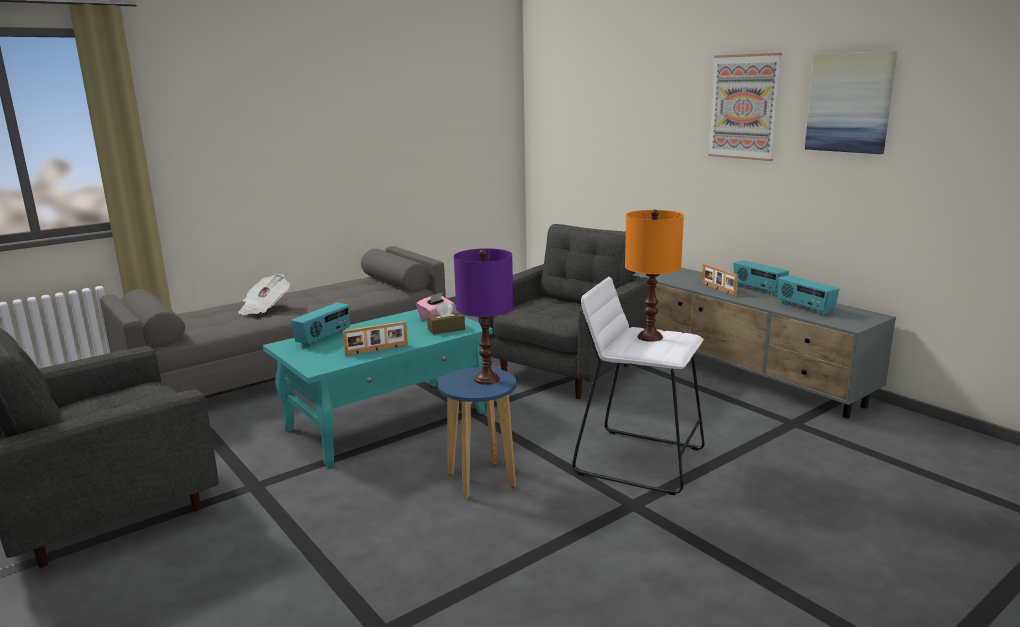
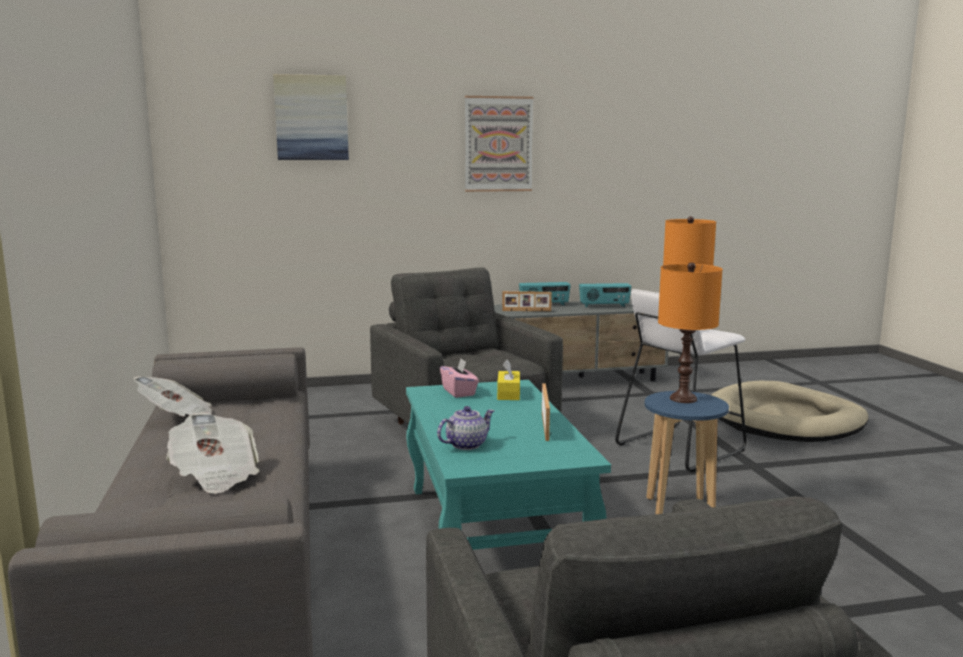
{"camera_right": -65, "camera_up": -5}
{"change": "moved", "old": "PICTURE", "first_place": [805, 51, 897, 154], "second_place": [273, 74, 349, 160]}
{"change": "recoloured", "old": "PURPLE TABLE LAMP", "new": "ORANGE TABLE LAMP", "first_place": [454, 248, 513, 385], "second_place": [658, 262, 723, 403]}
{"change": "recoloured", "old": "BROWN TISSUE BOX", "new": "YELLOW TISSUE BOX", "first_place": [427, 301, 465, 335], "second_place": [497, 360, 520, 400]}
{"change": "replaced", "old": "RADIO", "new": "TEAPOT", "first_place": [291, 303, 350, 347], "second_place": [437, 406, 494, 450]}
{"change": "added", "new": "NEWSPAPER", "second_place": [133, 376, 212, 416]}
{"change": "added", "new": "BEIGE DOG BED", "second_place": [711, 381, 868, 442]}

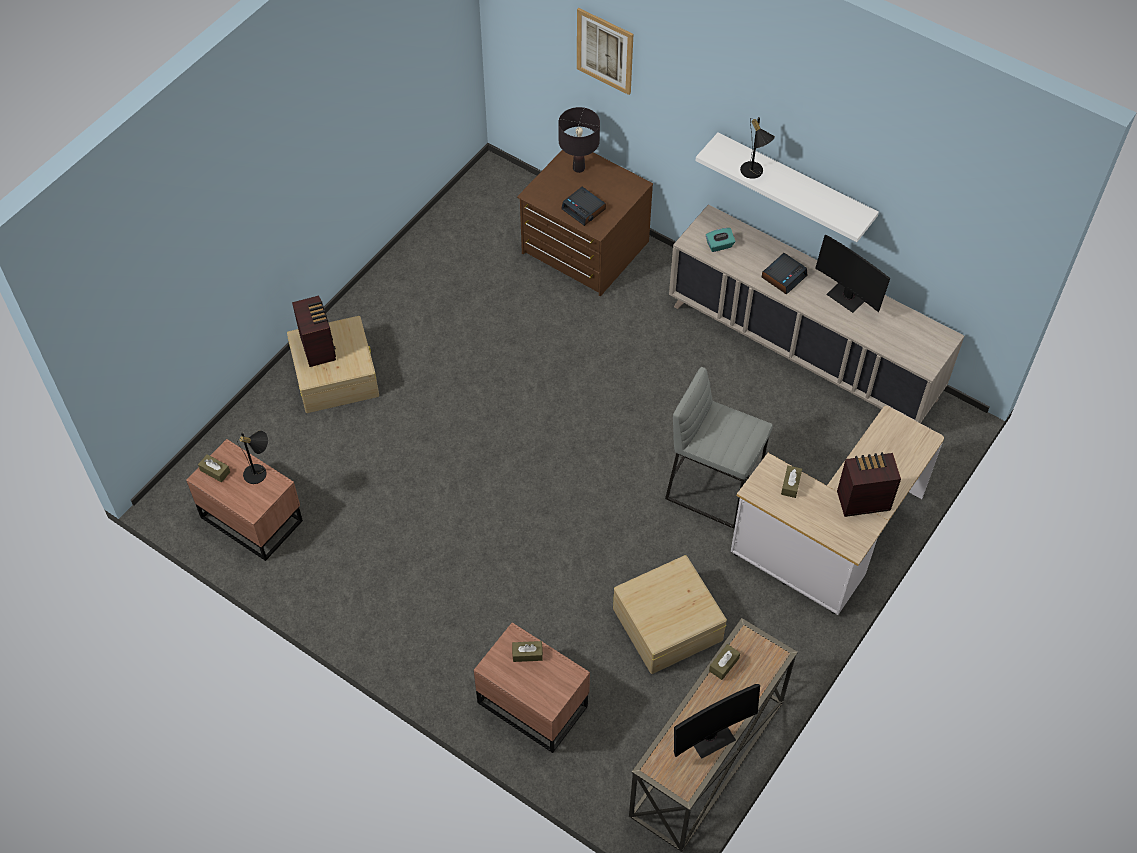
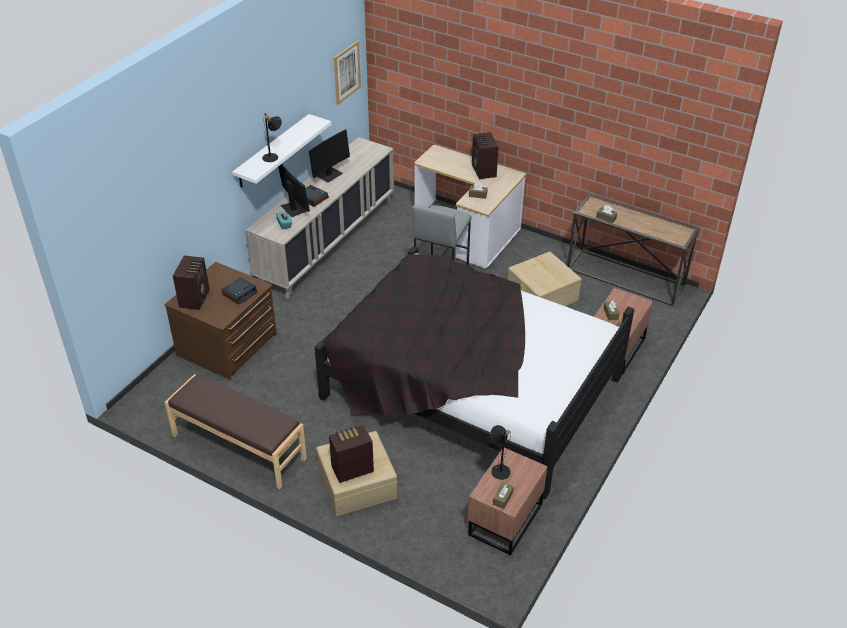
{"camera_right": -95, "camera_up": -15}
{"change": "moved", "old": "PICTURE", "first_place": [577, 8, 633, 95], "second_place": [334, 40, 361, 105]}
{"change": "replaced", "old": "BLACK TABLE LAMP", "new": "RADIO", "first_place": [558, 107, 600, 173], "second_place": [173, 256, 210, 310]}
{"change": "moved", "old": "MONITOR", "first_place": [674, 684, 760, 759], "second_place": [278, 164, 310, 217]}
{"change": "added", "new": "BLACK BED", "second_place": [315, 246, 634, 500]}
{"change": "added", "new": "BROWN BENCH", "second_place": [165, 374, 307, 489]}

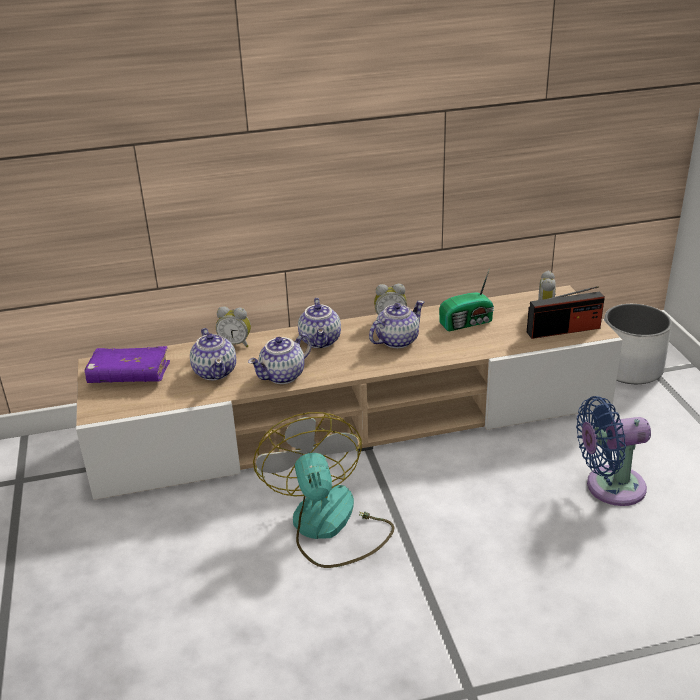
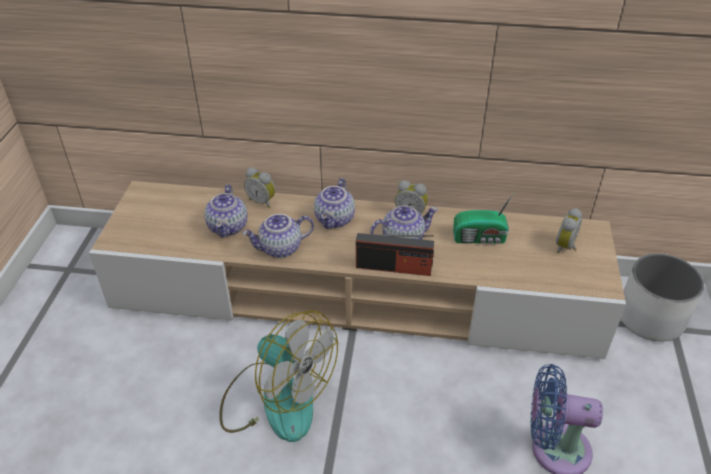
{"camera_right": 20, "camera_up": 10}
{"change": "moved", "old": "RADIO", "first_place": [527, 286, 605, 339], "second_place": [356, 233, 434, 276]}
{"change": "removed", "old": "PURPLE BOOK", "first_place": [84, 346, 170, 383]}
{"change": "turned", "old": "FAN", "first_place": [253, 412, 395, 568], "second_place": [219, 310, 338, 442], "degrees": 120}

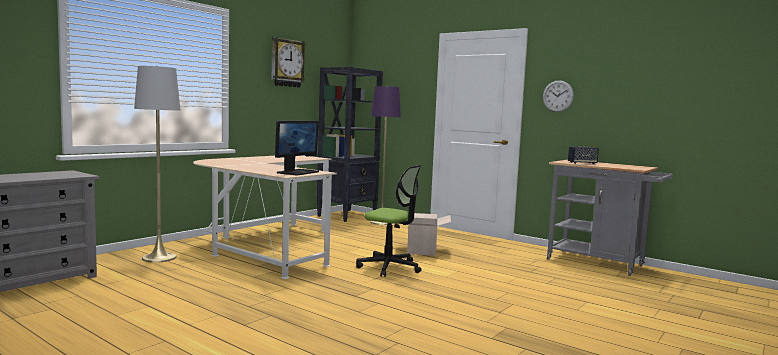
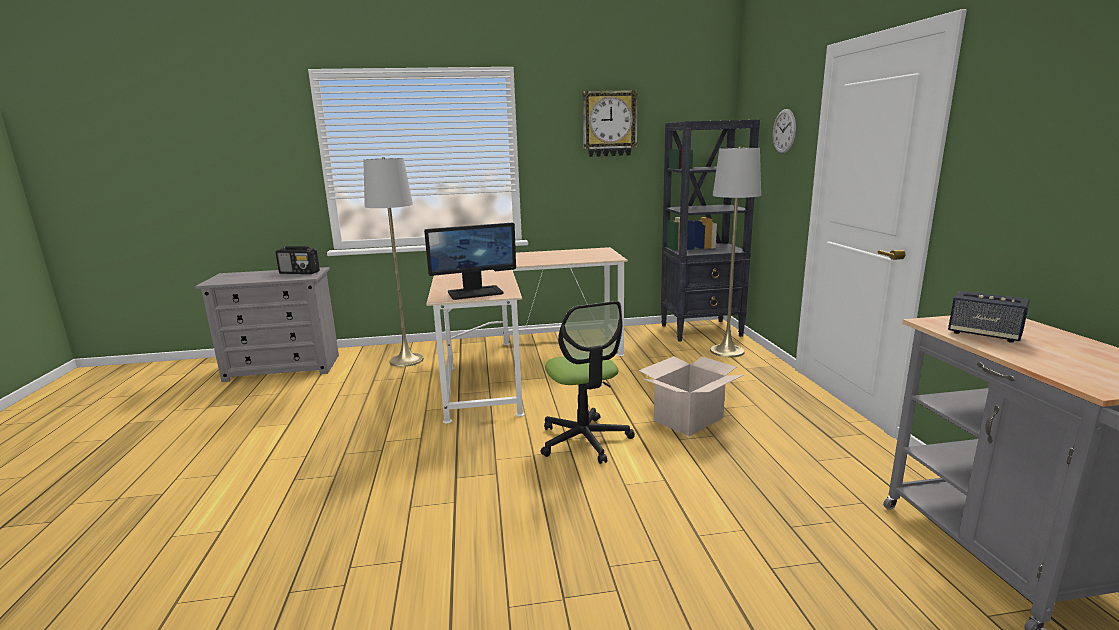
{"camera_right": 45, "camera_up": 10}
{"change": "moved", "old": "WALL CLOCK", "first_place": [543, 80, 574, 112], "second_place": [773, 109, 796, 154]}
{"change": "recoloured", "old": "PURPLE FLOOR LAMP", "new": "GREY FLOOR LAMP", "first_place": [370, 86, 401, 225], "second_place": [710, 147, 761, 357]}
{"change": "added", "new": "RADIO", "second_place": [275, 246, 320, 274]}

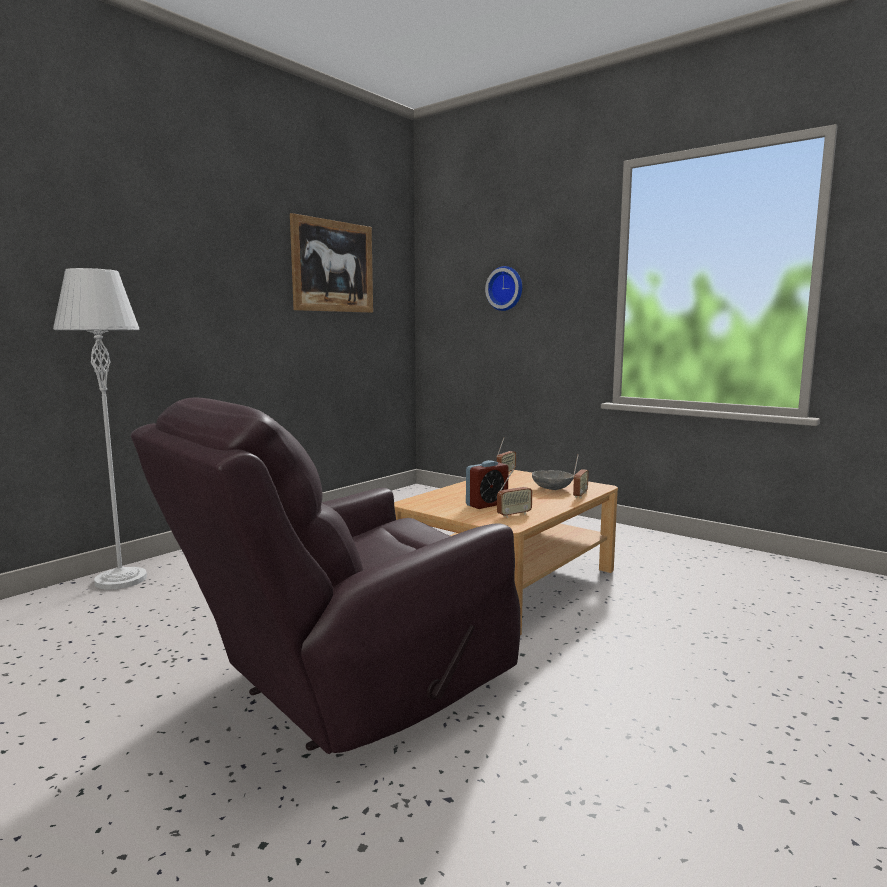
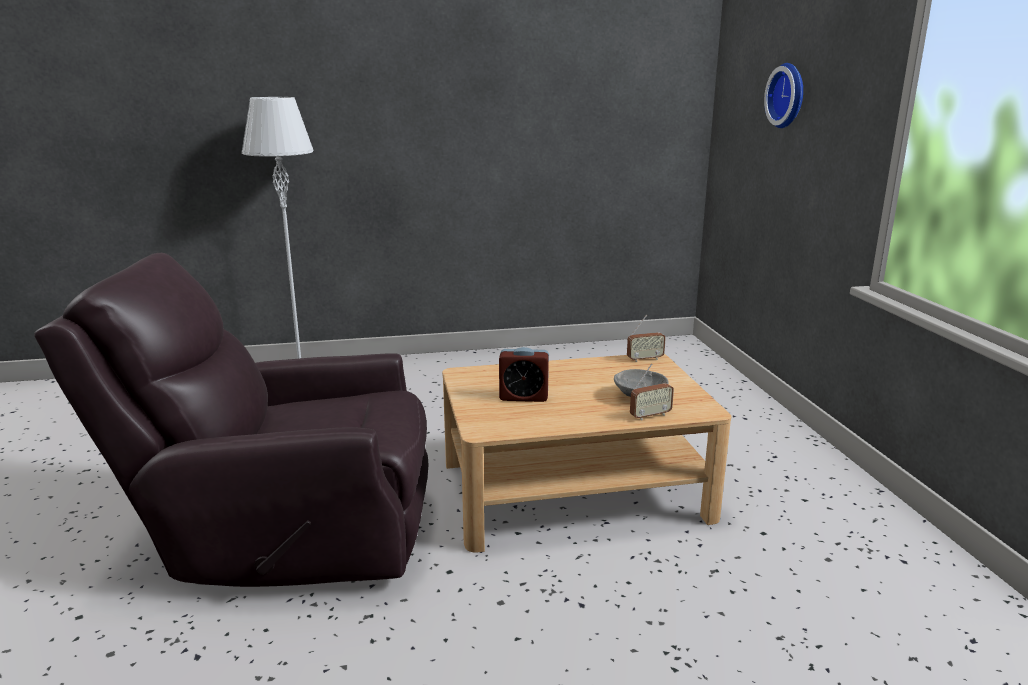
{"camera_right": 40, "camera_up": 10}
{"change": "removed", "old": "PICTURE", "first_place": [290, 213, 373, 313]}
{"change": "removed", "old": "RADIO", "first_place": [497, 469, 532, 518]}

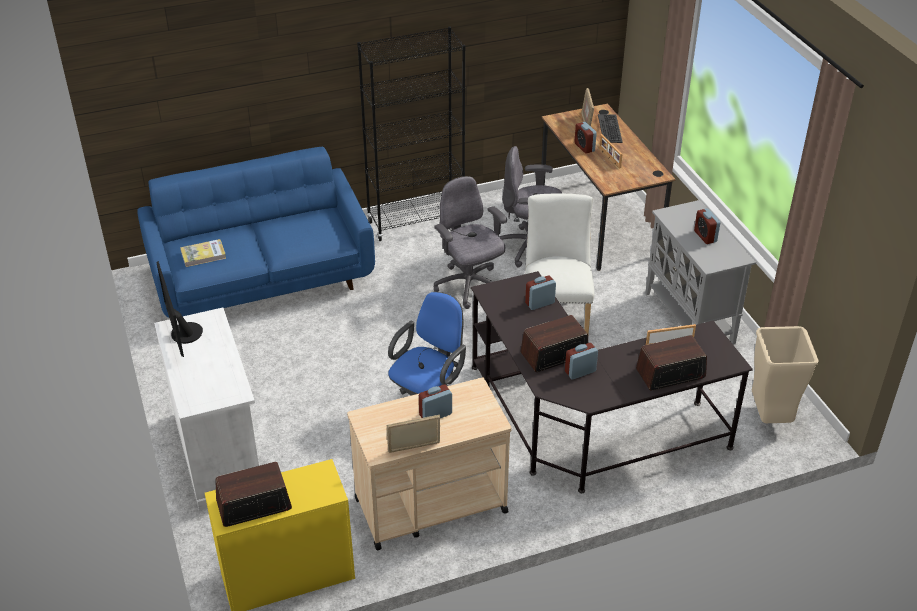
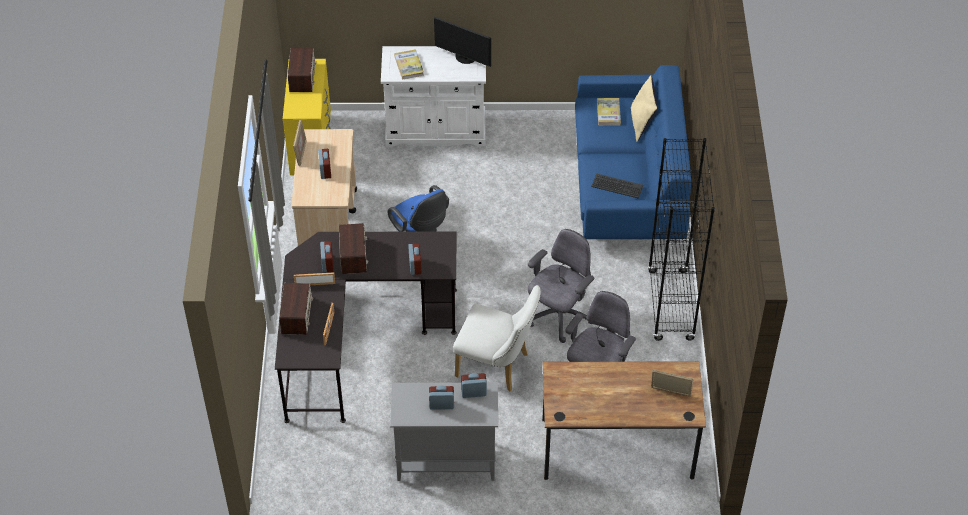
{"camera_right": 110, "camera_up": 10}
{"change": "moved", "old": "KEYBOARD", "first_place": [598, 114, 623, 143], "second_place": [591, 174, 643, 199]}
{"change": "moved", "old": "ALARM CLOCK", "first_place": [574, 122, 597, 154], "second_place": [461, 373, 487, 398]}
{"change": "moved", "old": "PICTURE FRAME", "first_place": [599, 134, 623, 169], "second_place": [294, 272, 335, 285]}
{"change": "turned", "old": "GREY OFFICE CHAIR", "first_place": [434, 176, 507, 309], "second_place": [528, 229, 594, 343], "degrees": -45}
{"change": "turned", "old": "MONITOR", "first_place": [157, 261, 203, 357], "second_place": [434, 16, 491, 67], "degrees": -150}
{"change": "removed", "old": "BEIGE TRASH CAN", "first_place": [752, 326, 819, 423]}
{"change": "added", "new": "BOOK", "second_place": [394, 49, 424, 80]}
{"change": "added", "new": "BEIGE PILLOW", "second_place": [631, 75, 658, 142]}

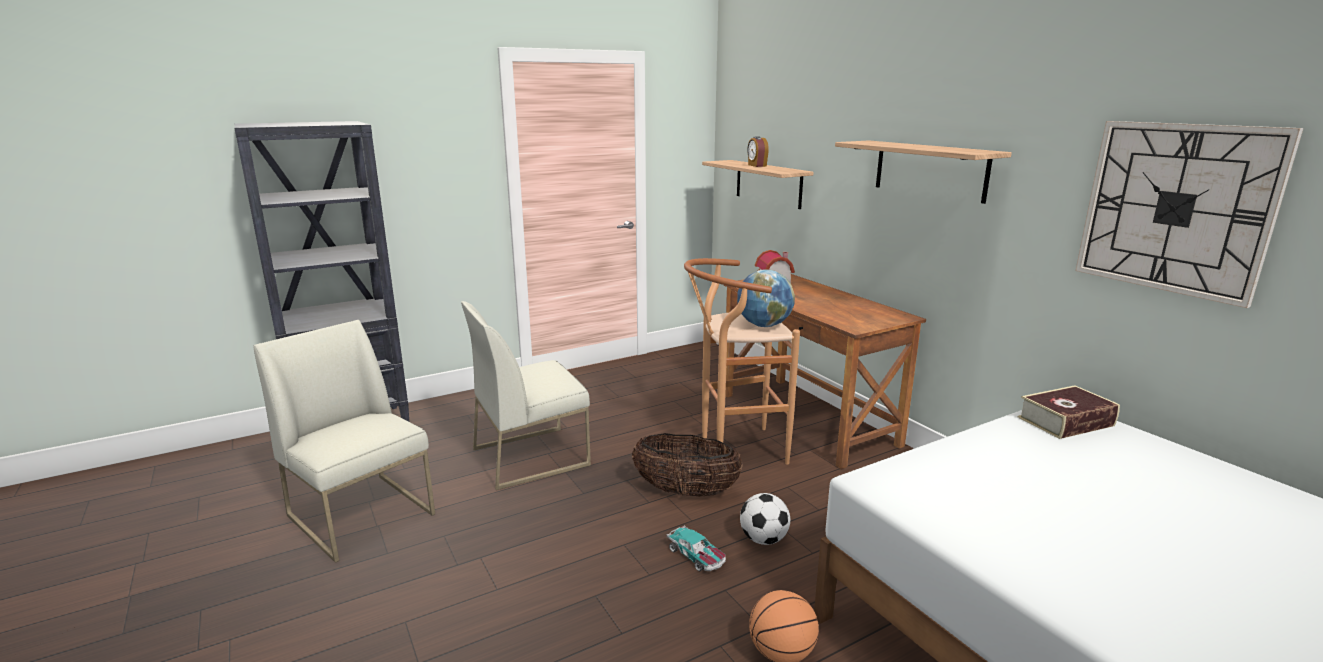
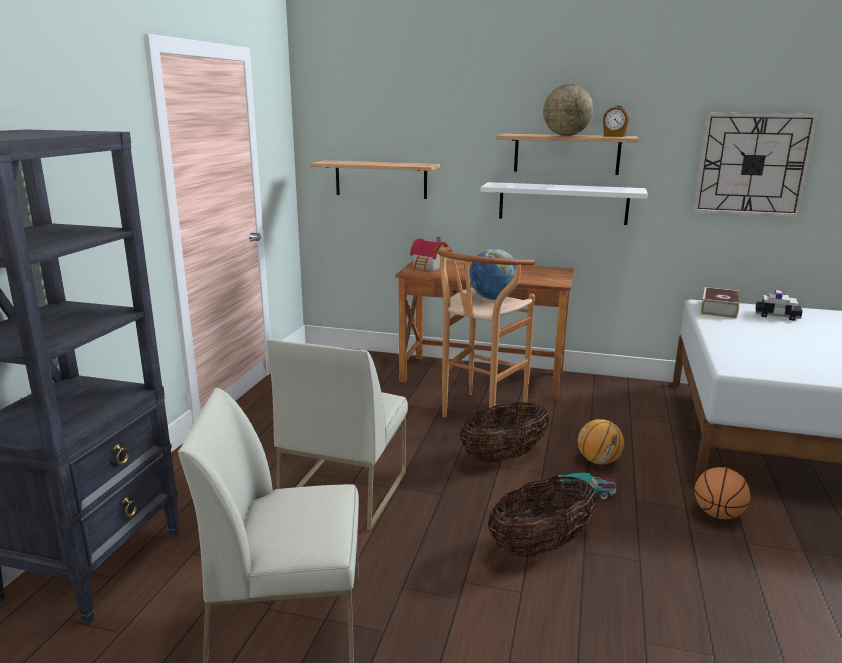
{"camera_right": -45, "camera_up": 0}
{"change": "moved", "old": "ALARM CLOCK", "first_place": [747, 136, 769, 167], "second_place": [603, 105, 630, 137]}
{"change": "replaced", "old": "FOOTBALL", "new": "BASKETBALL", "first_place": [740, 493, 790, 545], "second_place": [578, 419, 624, 465]}
{"change": "added", "new": "GLOBE", "second_place": [543, 84, 593, 136]}
{"change": "added", "new": "WHITE SHELF", "second_place": [481, 182, 648, 225]}
{"change": "added", "new": "TOY CAR", "second_place": [755, 289, 803, 321]}
{"change": "added", "new": "BASKET", "second_place": [488, 476, 597, 557]}

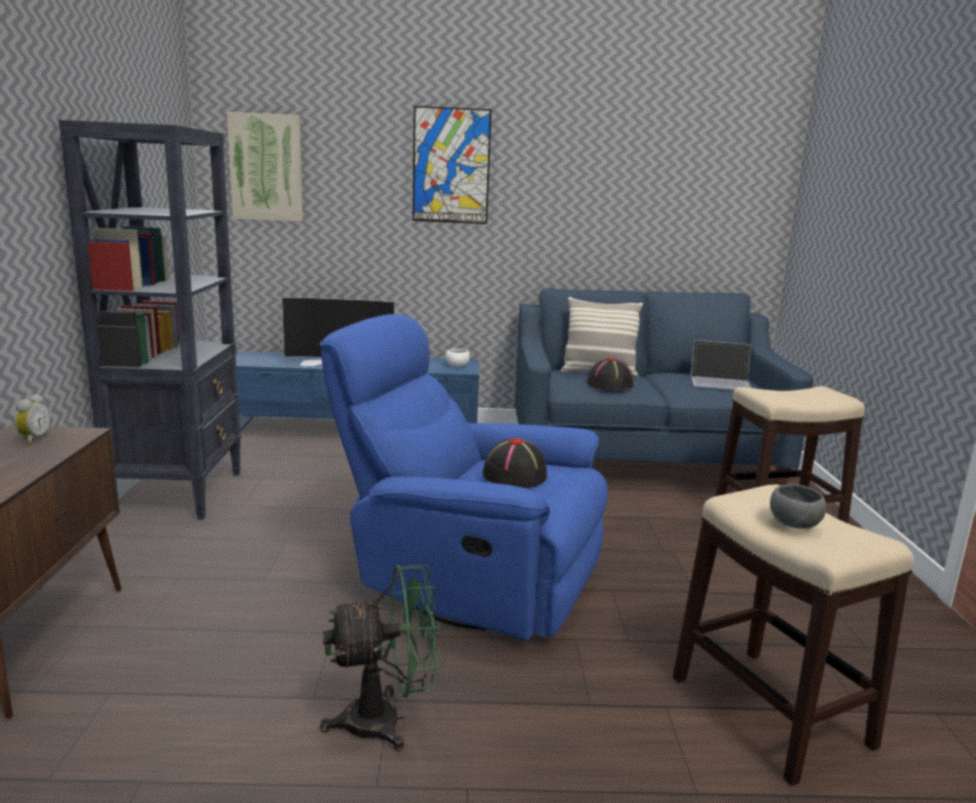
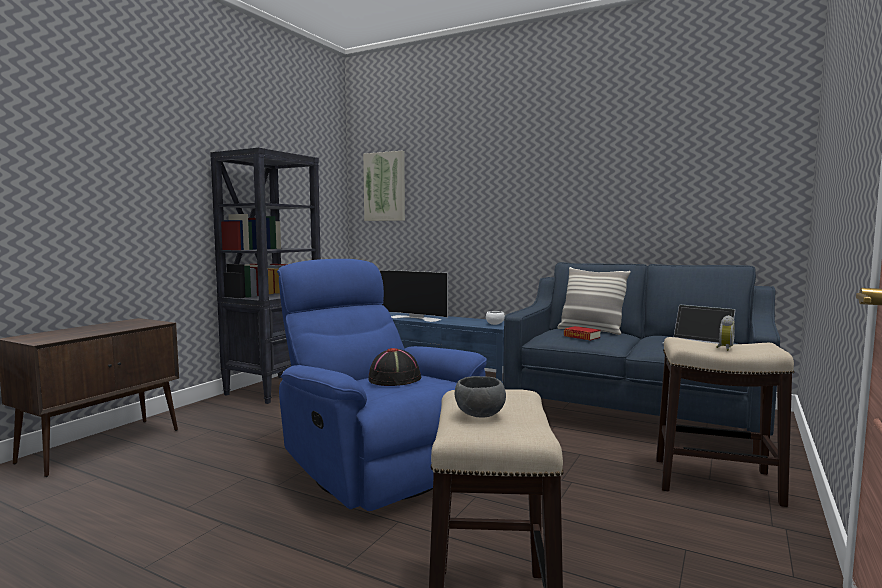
{"camera_right": 30, "camera_up": -10}
{"change": "removed", "old": "PICTURE", "first_place": [412, 106, 492, 224]}
{"change": "replaced", "old": "BLACK HAT", "new": "BOOK", "first_place": [587, 357, 634, 390], "second_place": [564, 326, 601, 340]}
{"change": "moved", "old": "ALARM CLOCK", "first_place": [15, 394, 50, 444], "second_place": [716, 315, 735, 351]}
{"change": "removed", "old": "GREEN FAN", "first_place": [320, 564, 442, 751]}

